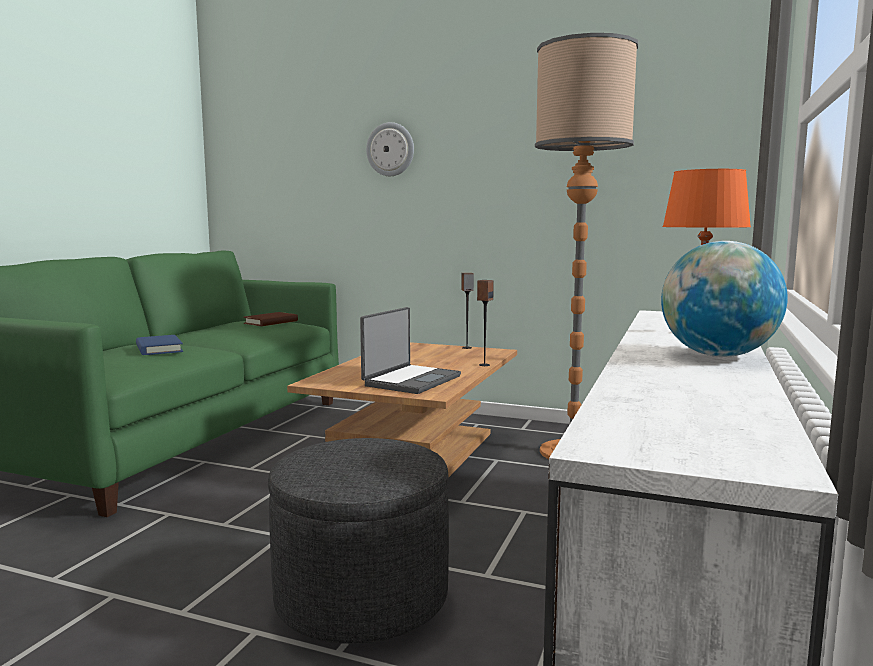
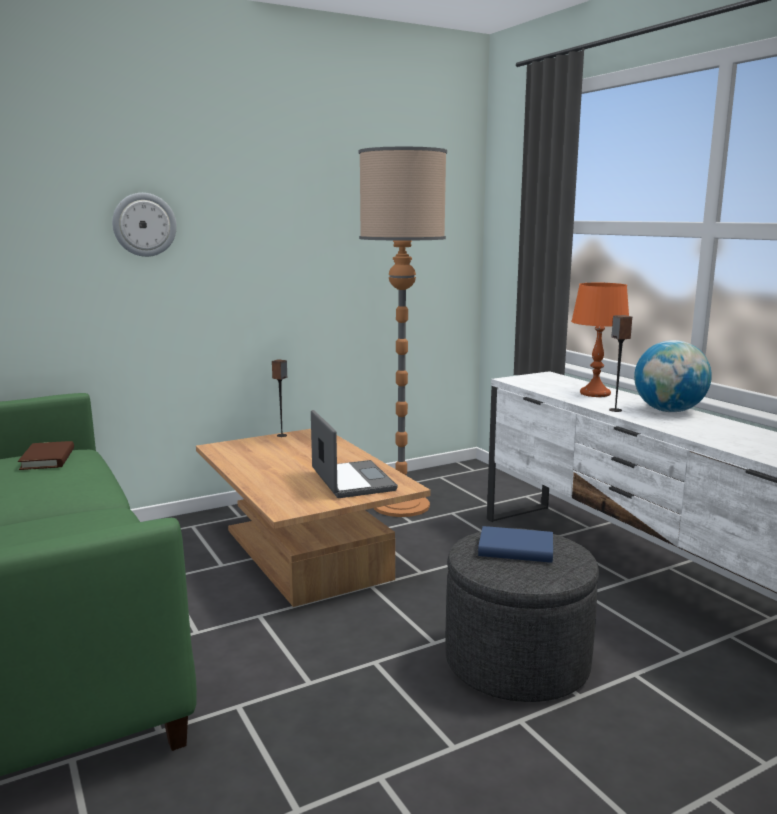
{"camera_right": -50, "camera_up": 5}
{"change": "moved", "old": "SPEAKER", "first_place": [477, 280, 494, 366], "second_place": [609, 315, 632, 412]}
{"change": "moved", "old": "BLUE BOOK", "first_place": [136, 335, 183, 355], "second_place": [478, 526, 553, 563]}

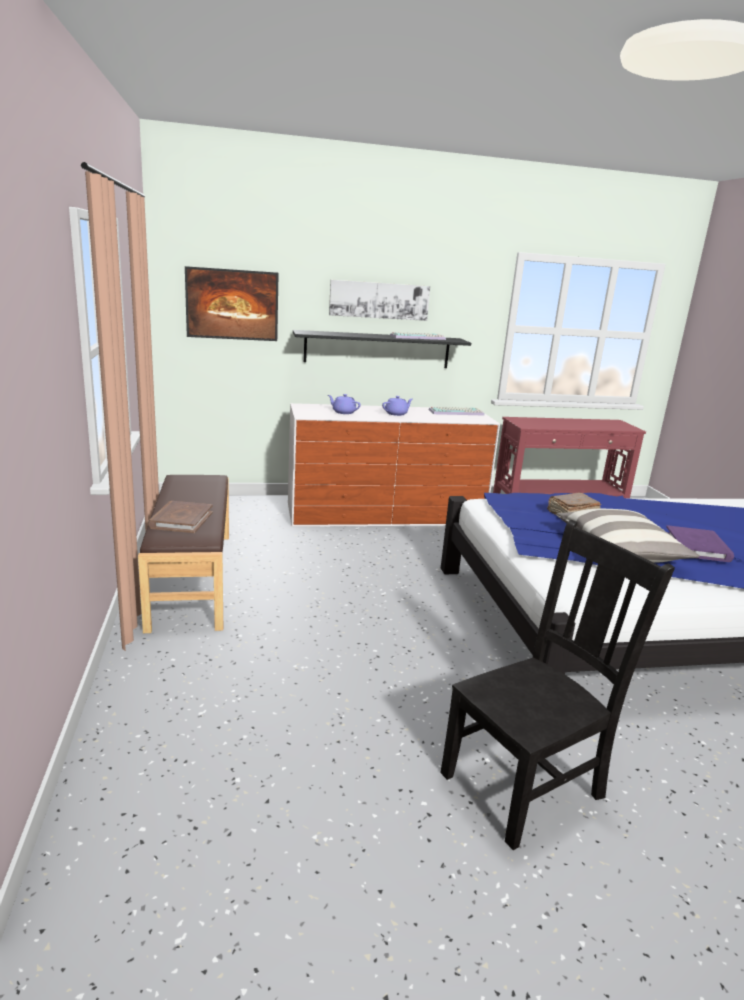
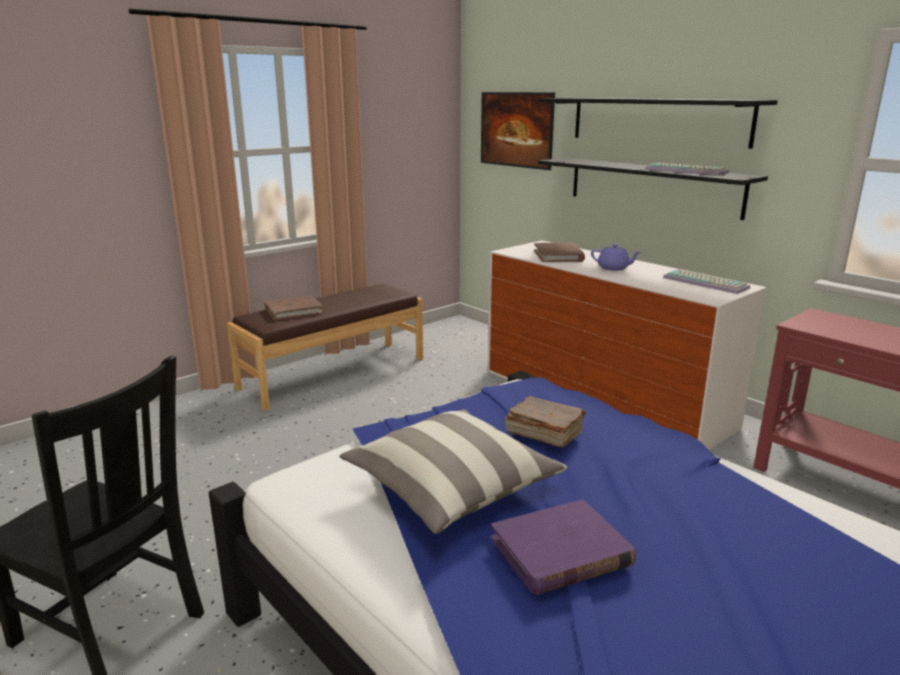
{"camera_right": 60, "camera_up": 0}
{"change": "replaced", "old": "PICTURE", "new": "BLACK SHELF", "first_place": [329, 280, 430, 321], "second_place": [539, 98, 778, 149]}
{"change": "replaced", "old": "PURPLE TEAPOT", "new": "BROWN BOOK", "first_place": [328, 394, 361, 414], "second_place": [534, 243, 585, 262]}

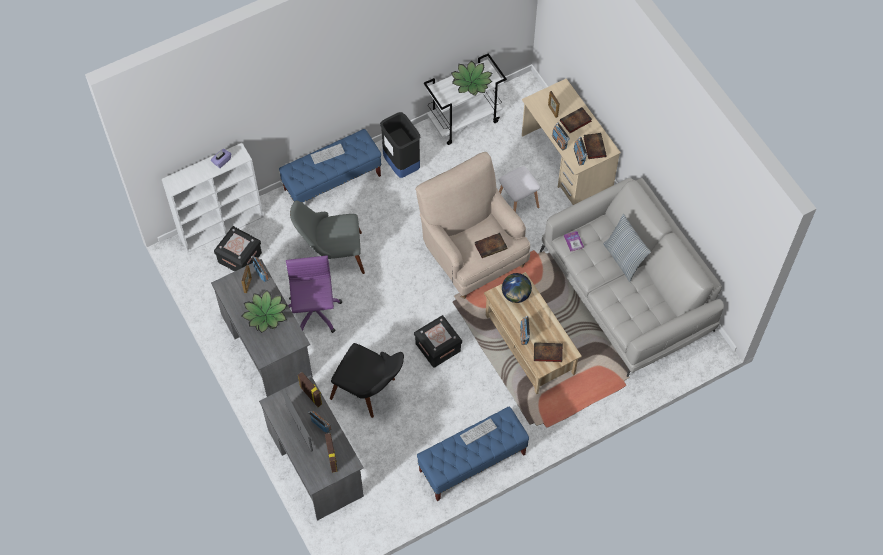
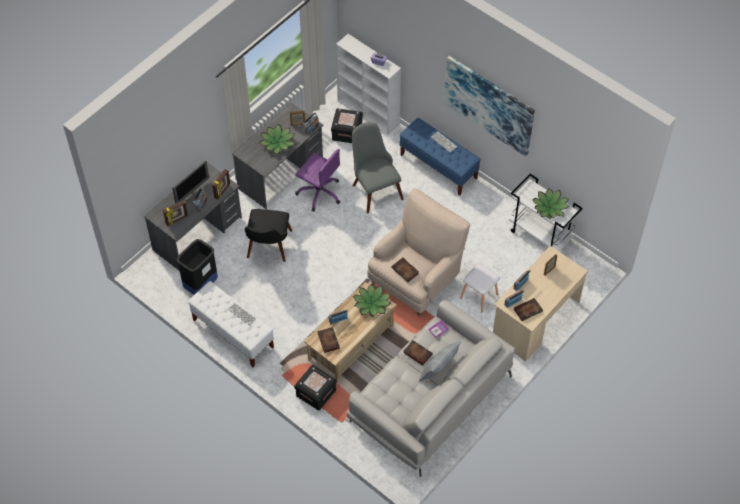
{"camera_right": 70, "camera_up": -5}
{"change": "moved", "old": "BOOK", "first_place": [560, 107, 592, 133], "second_place": [404, 340, 433, 366]}
{"change": "moved", "old": "BLACK TRASH CAN", "first_place": [380, 112, 420, 178], "second_place": [176, 239, 218, 295]}
{"change": "turned", "old": "PURPLE OFFICE CHAIR", "first_place": [286, 255, 342, 333], "second_place": [295, 149, 340, 212], "degrees": 60}
{"change": "replaced", "old": "GLOBE", "new": "POTTED PLANT", "first_place": [502, 273, 532, 303], "second_place": [353, 284, 391, 317]}
{"change": "moved", "old": "BLACK STORAGE BOX", "first_place": [414, 315, 462, 368], "second_place": [294, 365, 337, 411]}
{"change": "recoloured", "old": "BLUE BENCH", "new": "WHITE BENCH", "first_place": [417, 407, 529, 501], "second_place": [188, 281, 274, 367]}
{"change": "added", "new": "PICTURE", "second_place": [444, 56, 535, 157]}

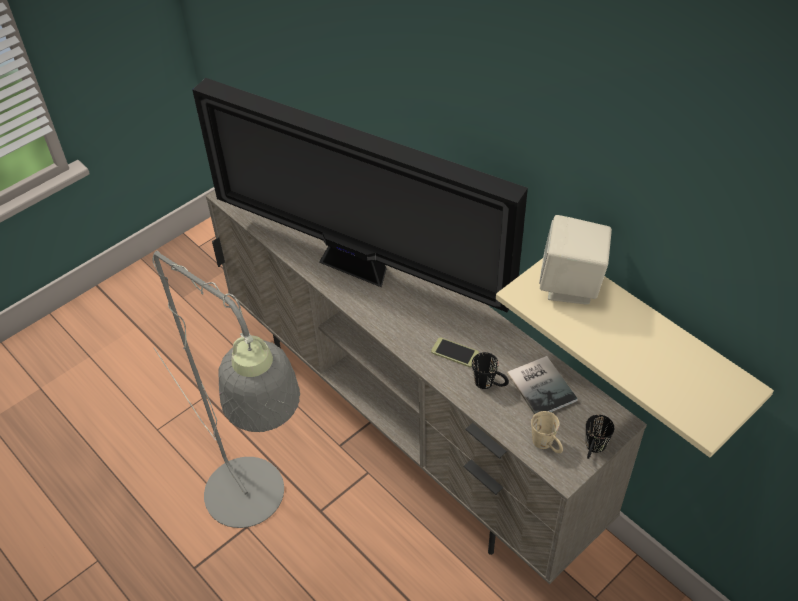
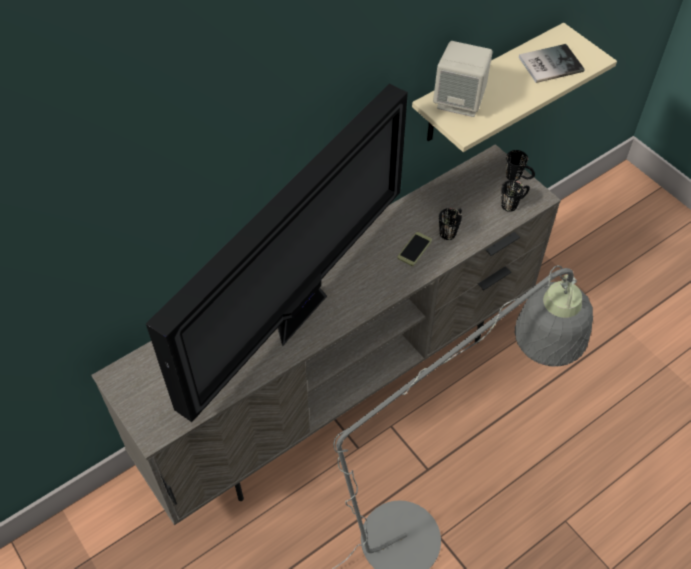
{"camera_right": -85, "camera_up": 5}
{"change": "moved", "old": "BOOK", "first_place": [507, 356, 578, 414], "second_place": [519, 44, 585, 83]}
{"change": "recoloured", "old": "BEIGE MUG", "new": "BLACK MUG", "first_place": [531, 411, 563, 453], "second_place": [501, 180, 530, 212]}

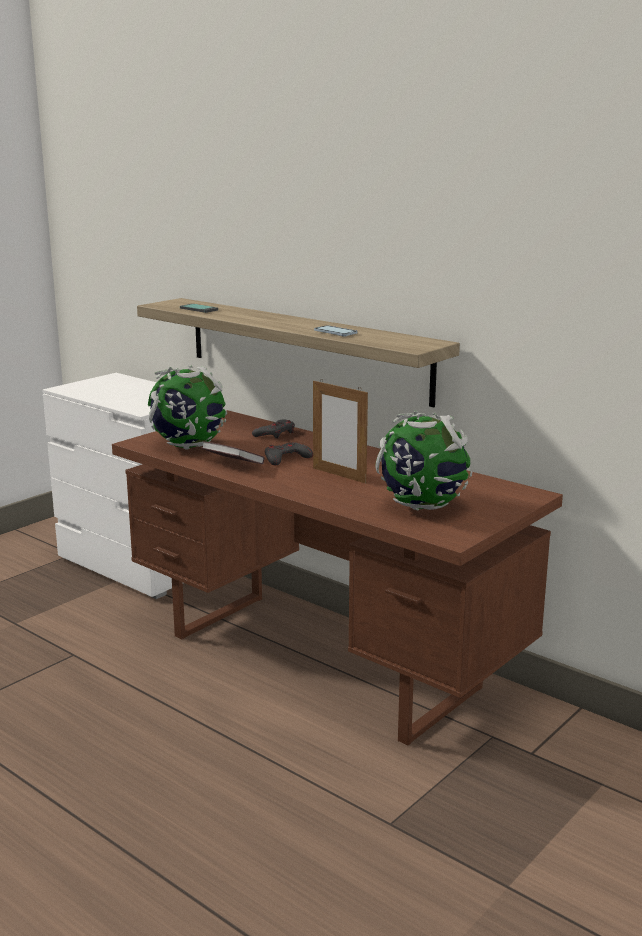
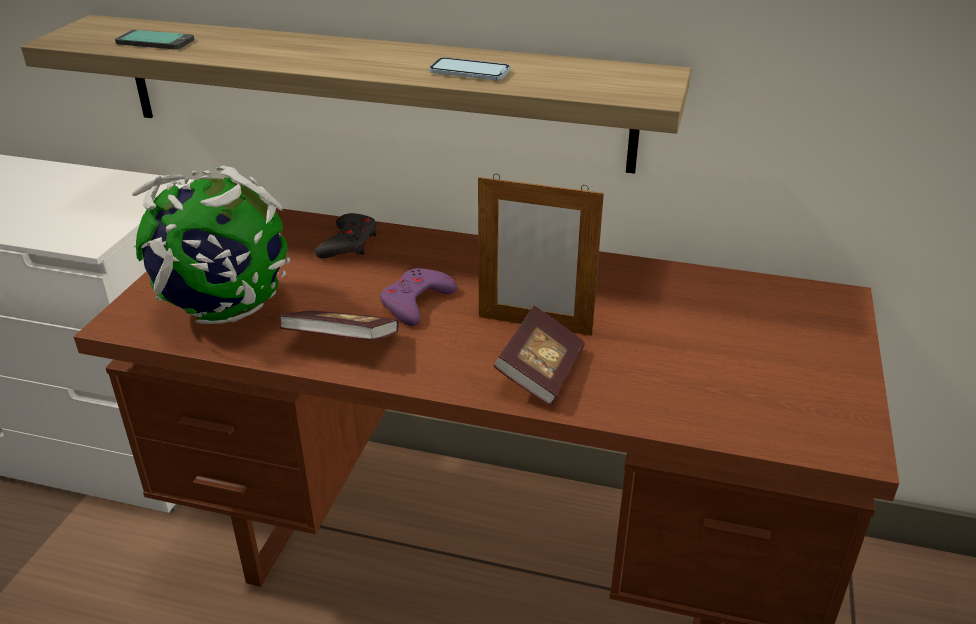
{"camera_right": -25, "camera_up": 15}
{"change": "removed", "old": "GLOBE", "first_place": [375, 411, 472, 510]}
{"change": "recoloured", "old": "GREY GAME CONTROLLER", "new": "PURPLE GAME CONTROLLER", "first_place": [265, 442, 313, 465], "second_place": [380, 268, 458, 326]}
{"change": "added", "new": "BOOK", "second_place": [494, 306, 585, 405]}

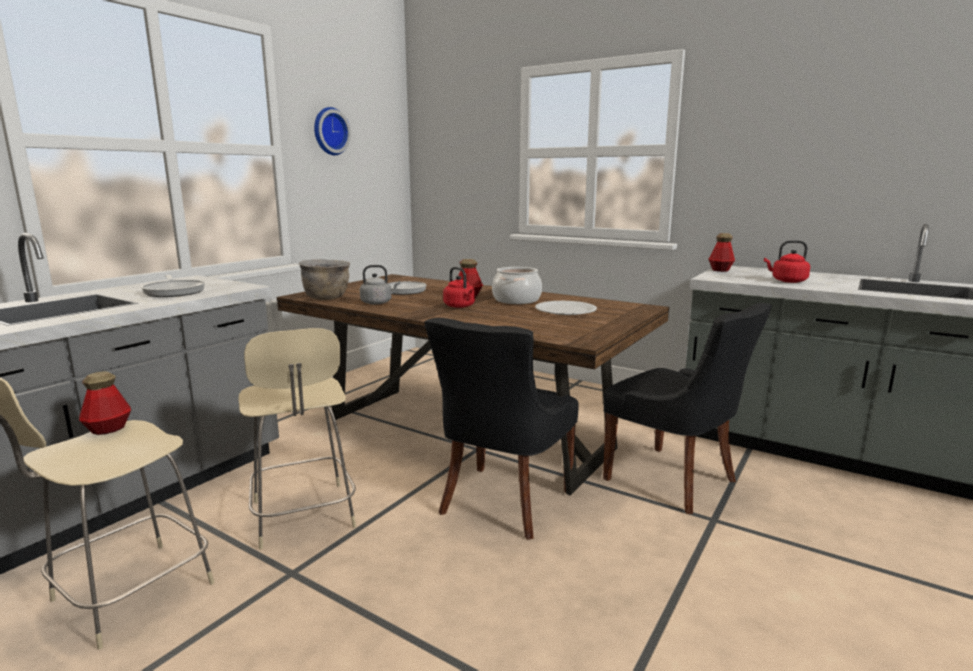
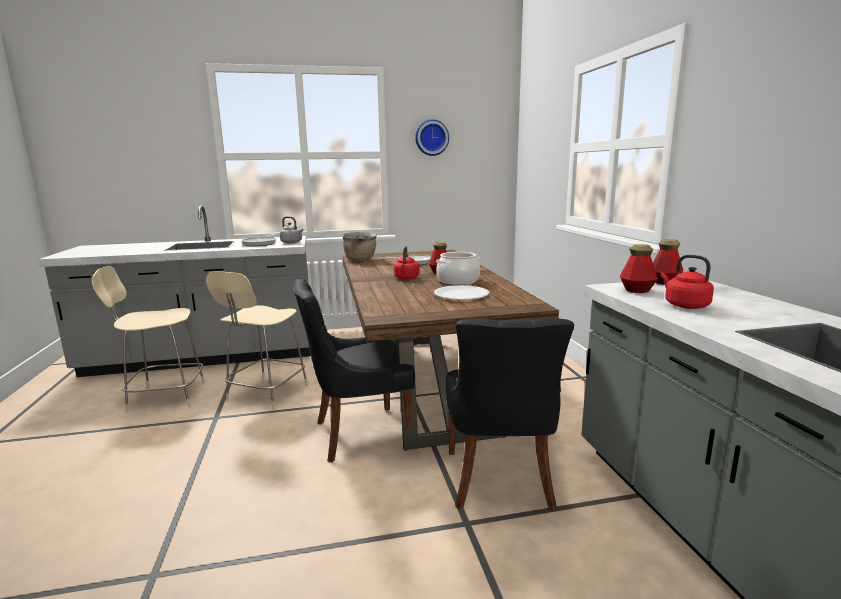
{"camera_right": 45, "camera_up": 0}
{"change": "moved", "old": "GREY KETTLE", "first_place": [360, 265, 400, 305], "second_place": [280, 216, 303, 244]}
{"change": "moved", "old": "BOTTLE", "first_place": [79, 371, 131, 435], "second_place": [620, 244, 658, 293]}

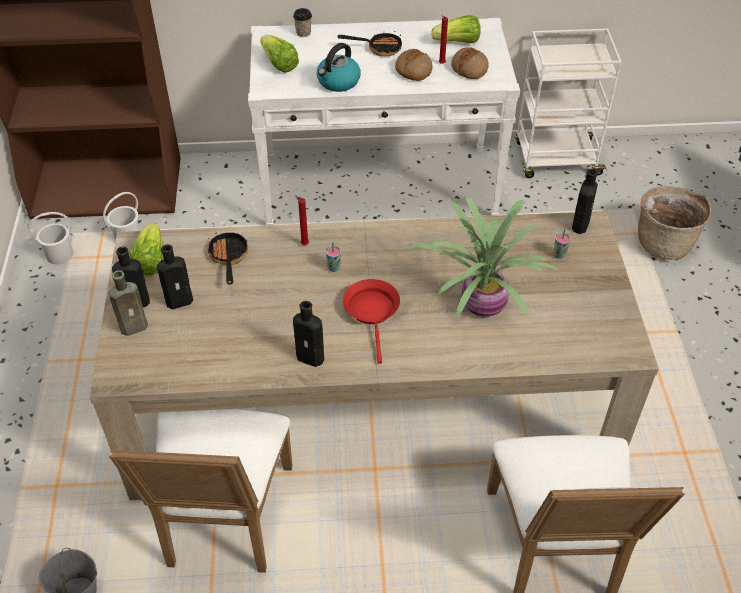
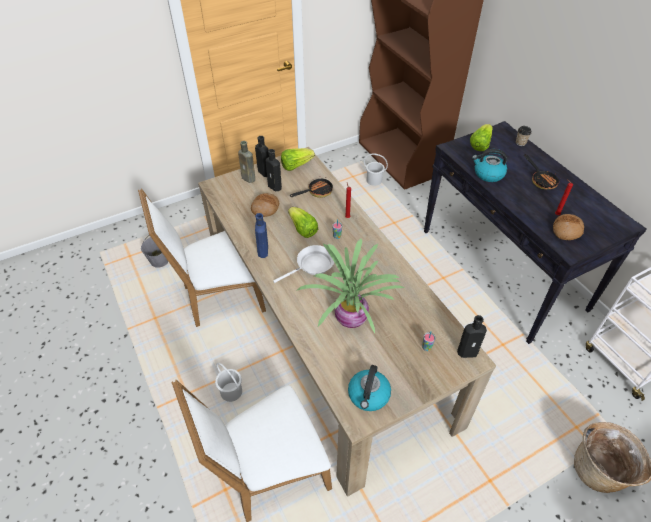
{"camera_right": 65, "camera_up": 0}
{"change": "moved", "old": "LETTUCE", "first_place": [431, 15, 481, 43], "second_place": [288, 207, 318, 238]}
{"change": "recoloured", "old": "WHITE CONSOLE TABLE", "new": "BLACK CONSOLE TABLE", "first_place": [248, 18, 520, 225], "second_place": [424, 121, 646, 344]}
{"change": "moved", "old": "BREAD", "first_place": [395, 49, 433, 81], "second_place": [251, 193, 279, 217]}
{"change": "moved", "old": "WHITE BUCKET", "first_place": [28, 212, 73, 264], "second_place": [215, 362, 242, 402]}
{"change": "recoloured", "old": "RED FRYING PAN", "new": "WHITE FRYING PAN", "first_place": [343, 279, 400, 364], "second_place": [273, 245, 334, 283]}
{"change": "recoloured", "old": "BLACK BOTTLE", "new": "BLUE BOTTLE", "first_place": [293, 301, 324, 367], "second_place": [255, 213, 268, 258]}
{"change": "added", "new": "KETTLE", "second_place": [348, 365, 391, 411]}

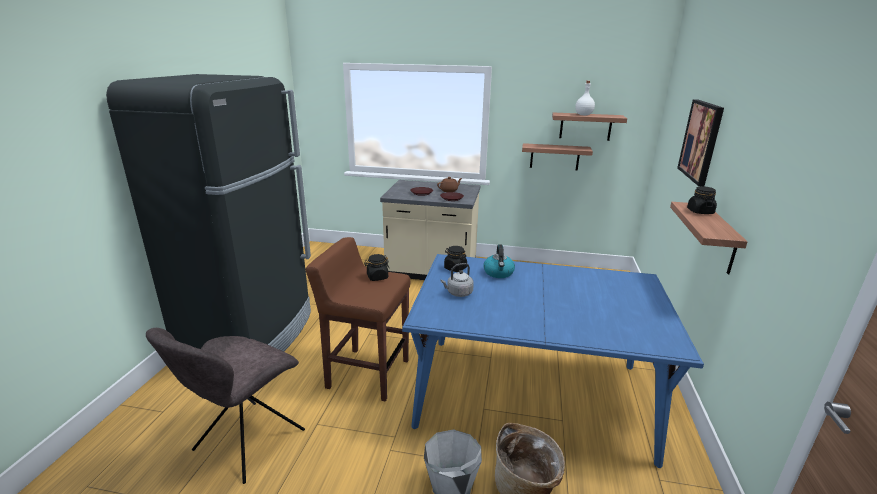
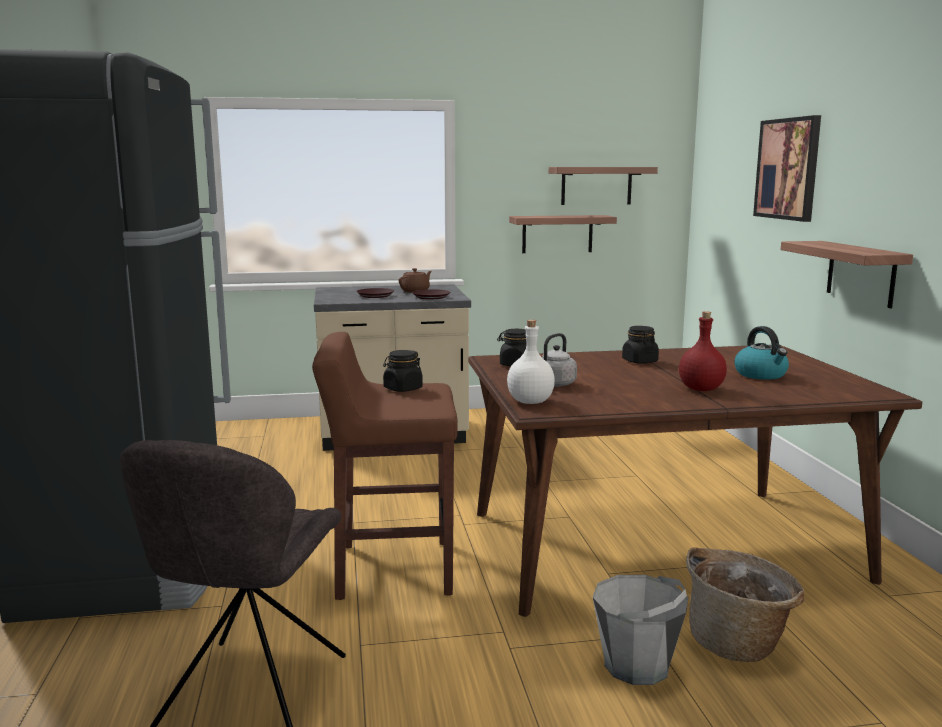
{"camera_right": -20, "camera_up": -10}
{"change": "moved", "old": "WHITE BOTTLE", "first_place": [575, 81, 595, 115], "second_place": [507, 320, 555, 404]}
{"change": "moved", "old": "BLACK JAR", "first_place": [687, 186, 717, 214], "second_place": [622, 326, 659, 364]}
{"change": "moved", "old": "KETTLE", "first_place": [484, 244, 515, 278], "second_place": [734, 326, 789, 380]}
{"change": "recoloured", "old": "BLUE DINING TABLE", "new": "BROWN DINING TABLE", "first_place": [402, 254, 704, 468], "second_place": [468, 345, 922, 617]}
{"change": "added", "new": "RED BOTTLE", "second_place": [679, 311, 727, 391]}

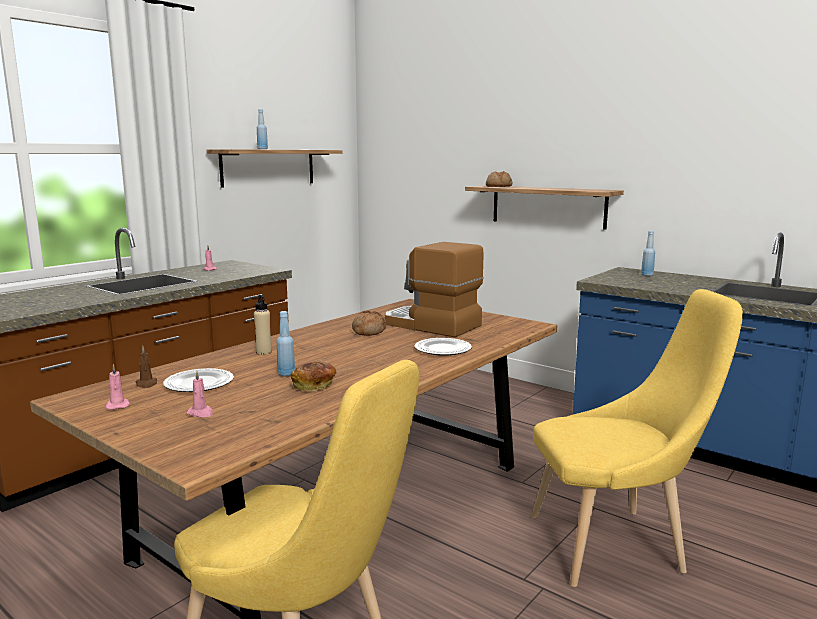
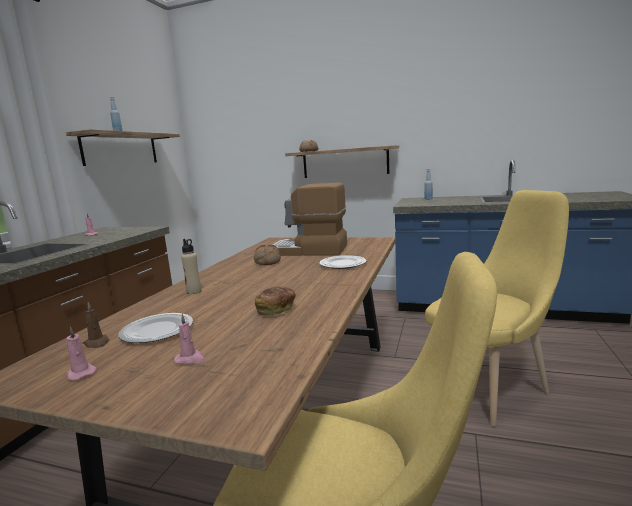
{"camera_right": -20, "camera_up": 0}
{"change": "removed", "old": "BLUE BOTTLE", "first_place": [277, 311, 295, 376]}

